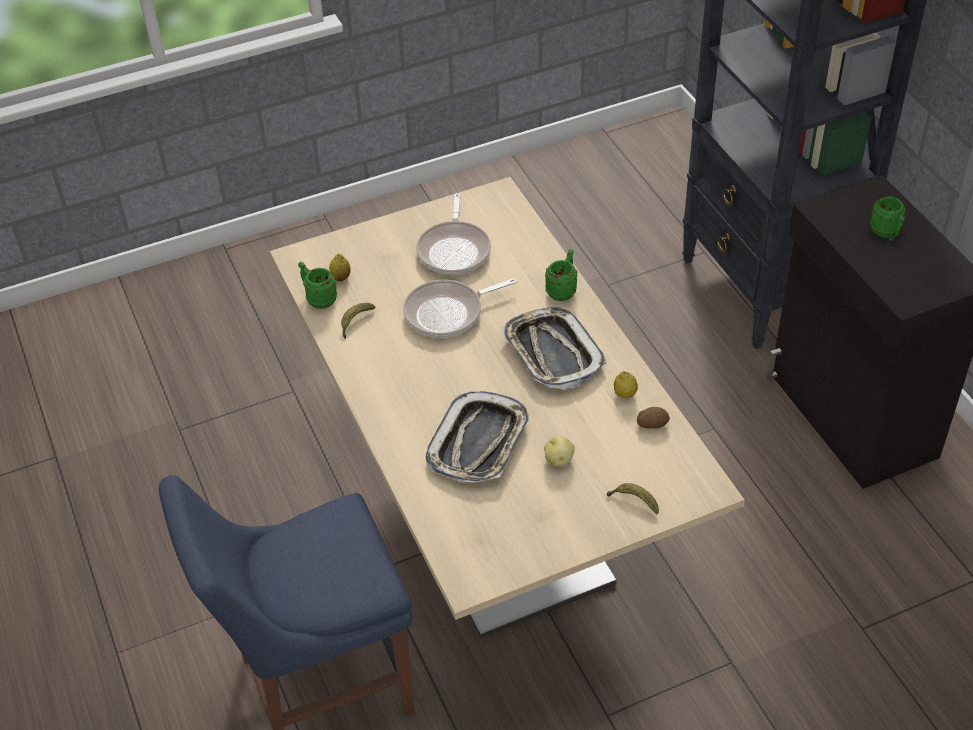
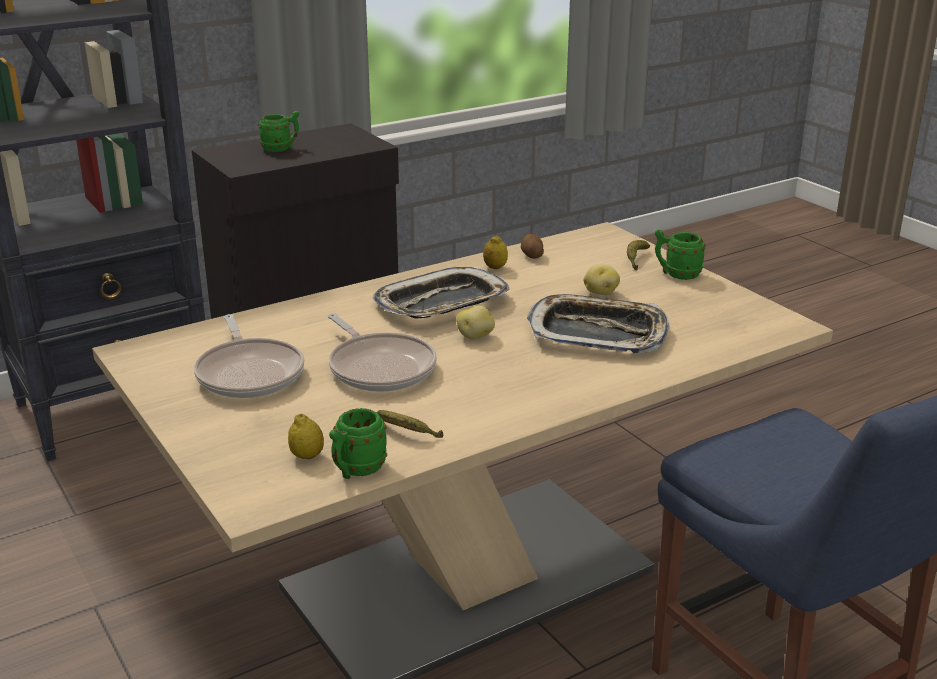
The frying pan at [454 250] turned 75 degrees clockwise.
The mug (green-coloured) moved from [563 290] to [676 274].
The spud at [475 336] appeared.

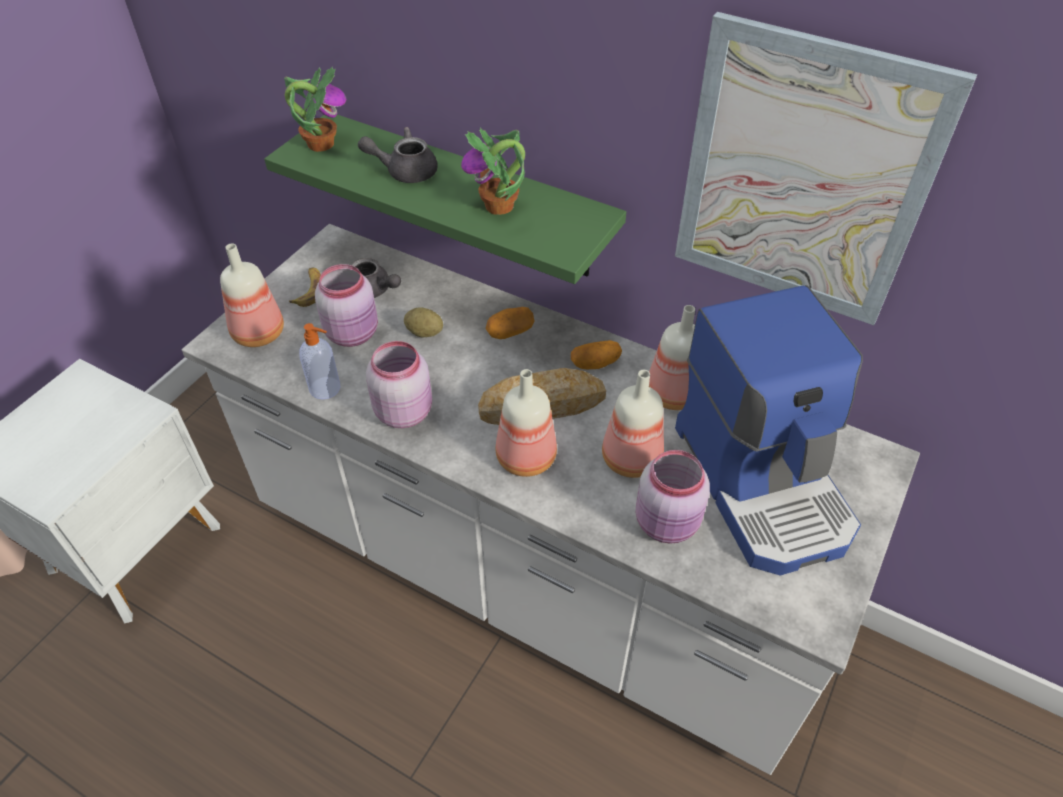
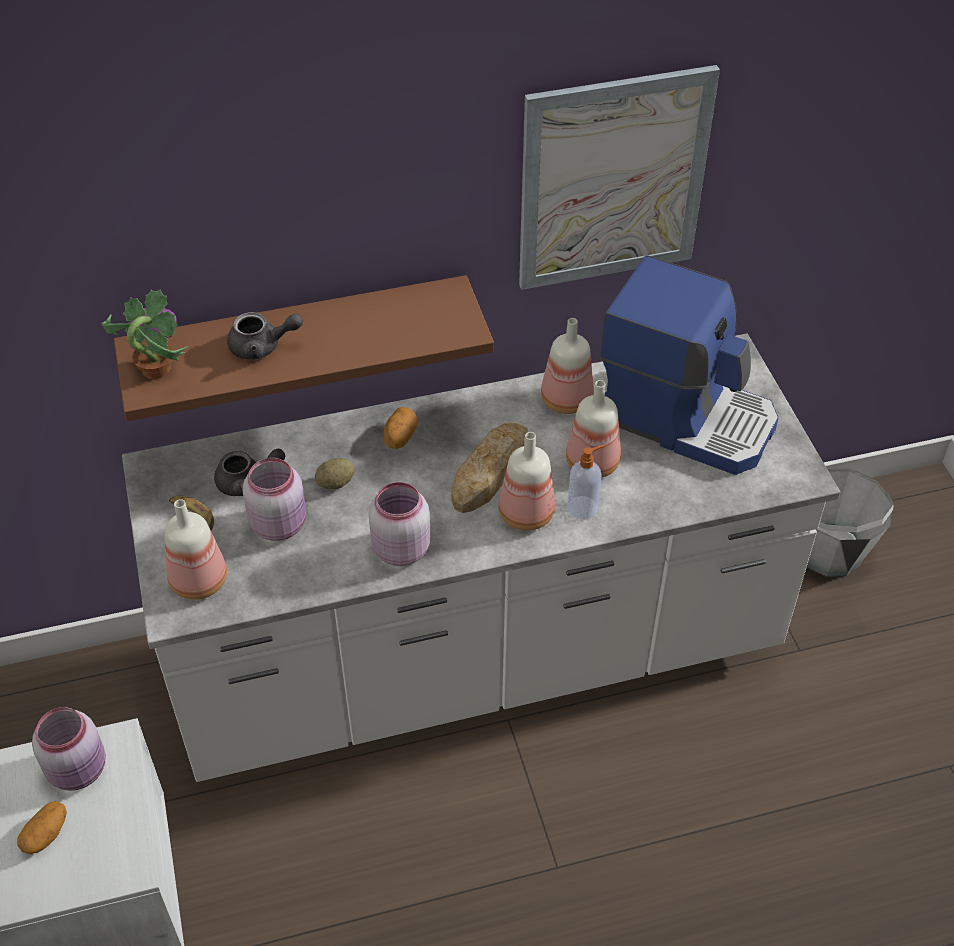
The bracket shelf (green-coloured) at [470 196] became the bracket shelf (brownish) at [298 340].
The teapot (gray) at [404 171] turned 135 degrees counterclockwise.
The houseplant at [500 207] disappeared.
The soap bottle moved from [326 388] to [583 507].
The spud moved from [595 363] to [46 834].
The preserve jar (pinkish) moved from [668 523] to [80 769].
The water bucket (gray) at [830 552] appeared.

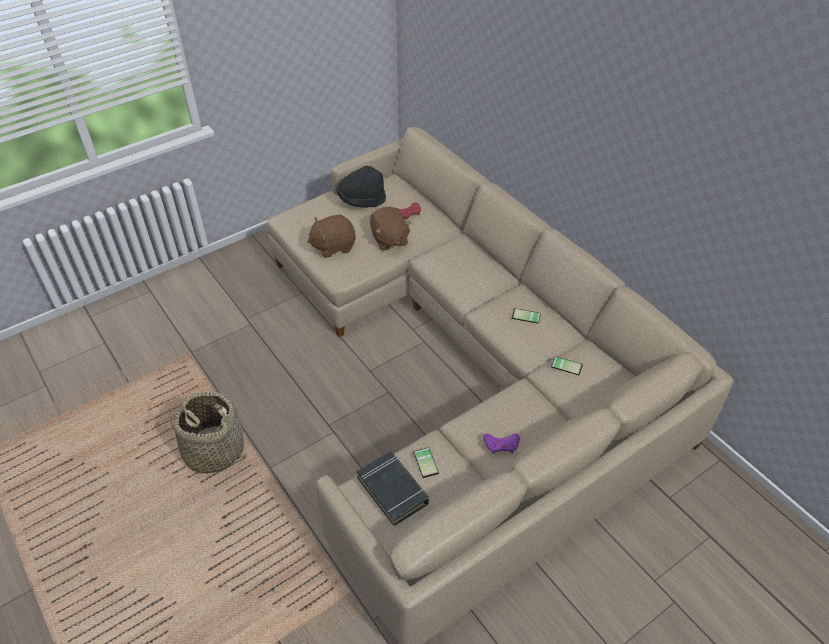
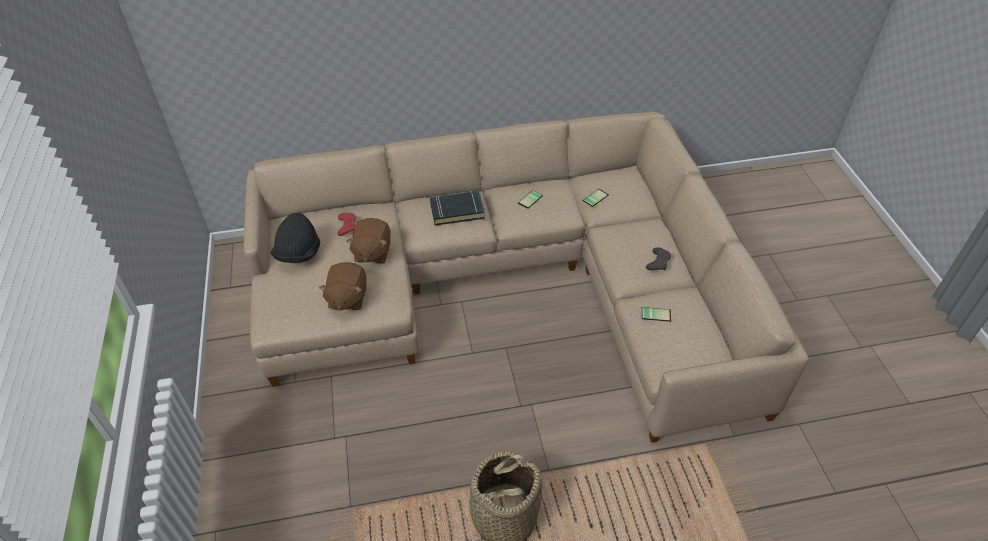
The soft toy (brownish) at [389 239] turned 90 degrees clockwise.
The game controller (purple) at [501 445] became the game controller (gray) at [658 262].
The book (black-coloured) moved from [393 490] to [457 211].

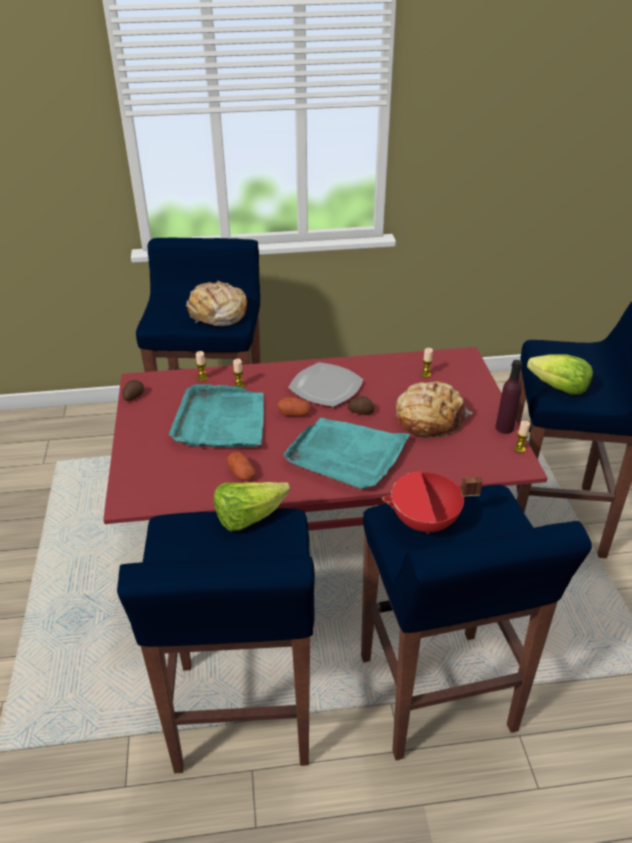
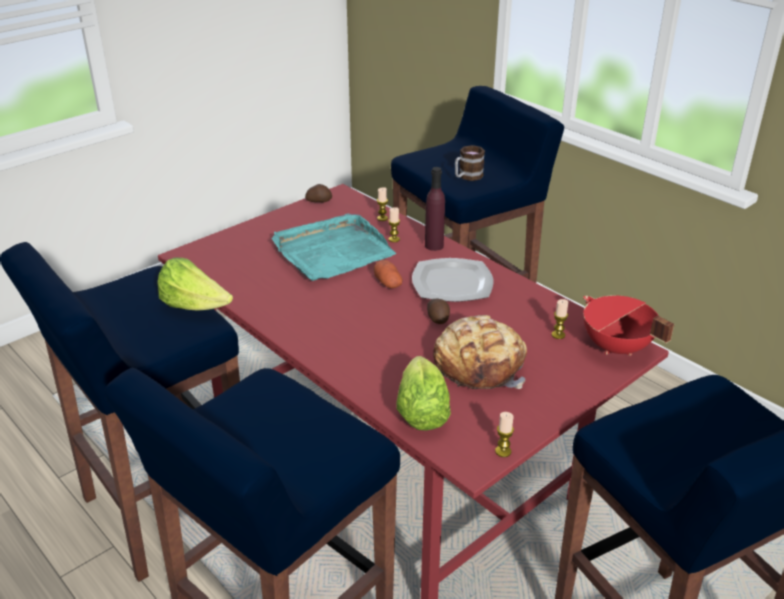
The baked bread at [217 314] was replaced by the mug at [467 177].
The head of lettuce moved from [559 388] to [421 413].
The drink bottle (purple) moved from [504 428] to [434 245].
The tray (blue-green) at [346 455] disappeared.
The spud at [241 473] disappeared.
The saucepot (red) moved from [425 522] to [616 348].

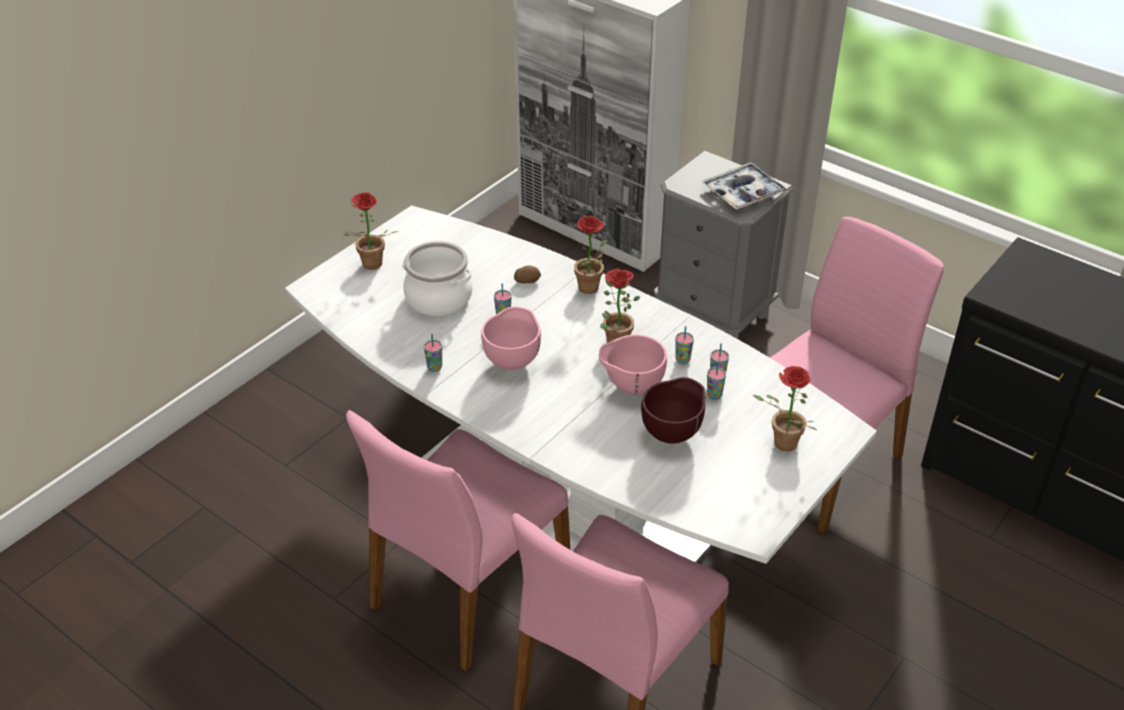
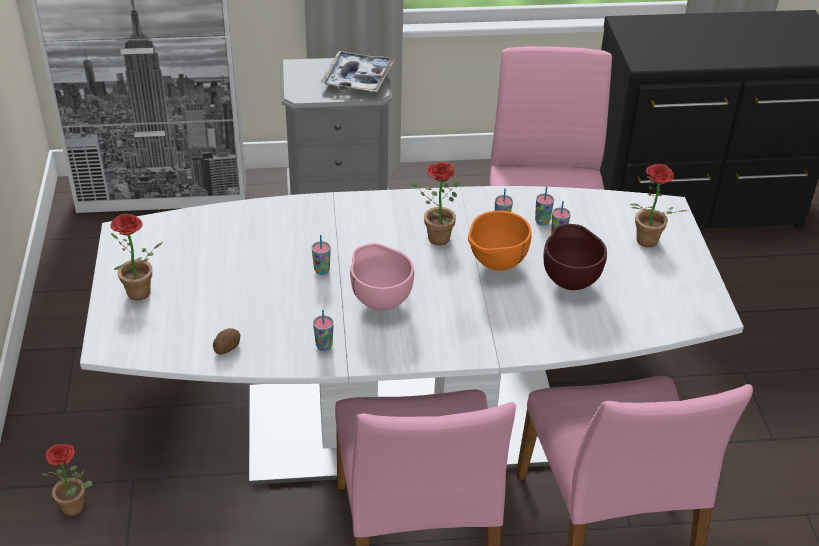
The houseplant moved from [591 290] to [77 508].
The saucepot at [439 297] disappeared.
The spud moved from [527 280] to [226 347].
The serving bowl (pinkish) at [631 387] became the serving bowl (orangey) at [495 265].

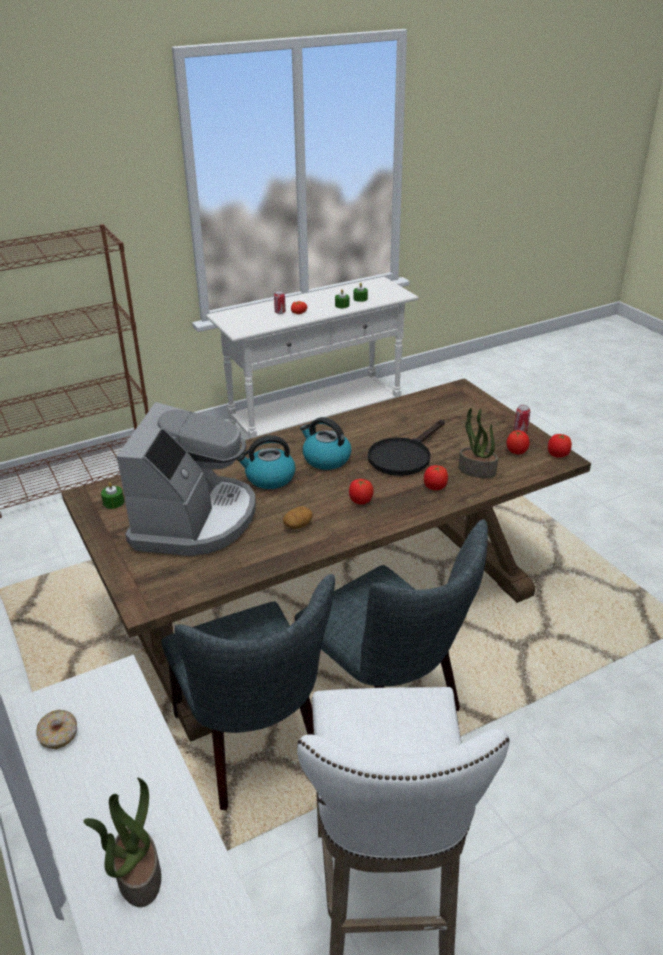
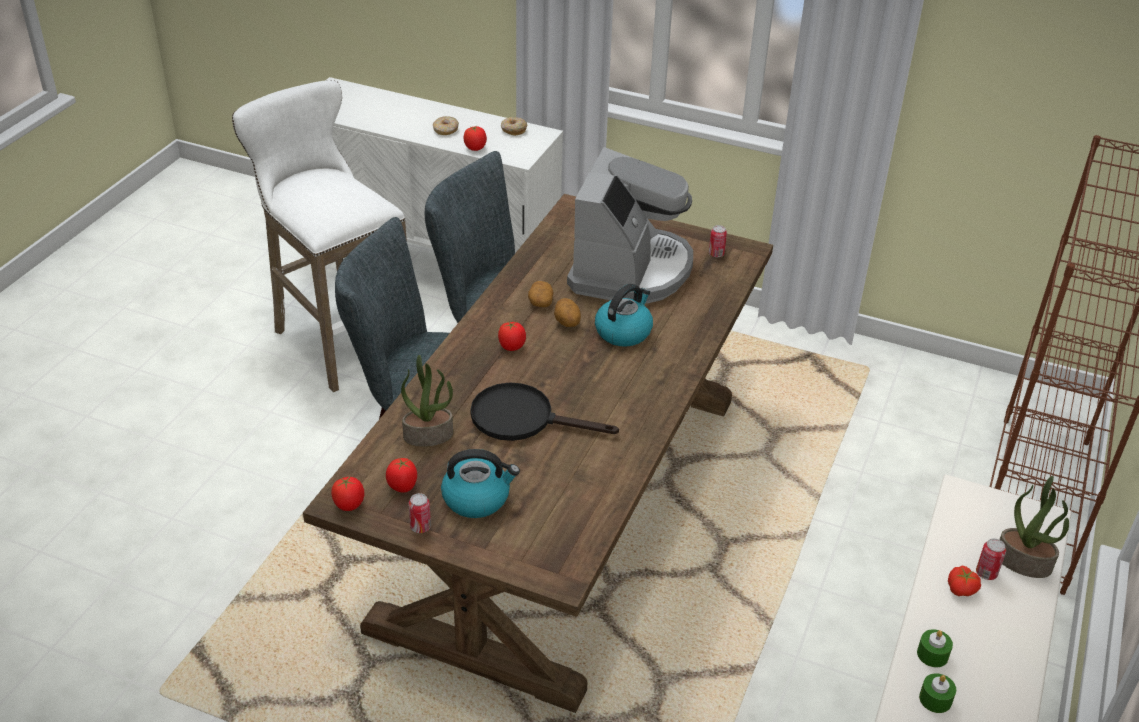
The coffee machine at [194 519] turned 135 degrees counterclockwise.
The water kettle moved from [325 459] to [477 498].
The frying pan (black-coloured) at [404 456] turned 75 degrees counterclockwise.
The fresh tomato moved from [435 487] to [475 148].
The candle (green-coloured) at [113 502] was replaced by the metal can at [716 254].
The houseplant moved from [137 875] to [1024 562].
The ring doughnut at [446 130] appeared.
The spud at [566 323] appeared.

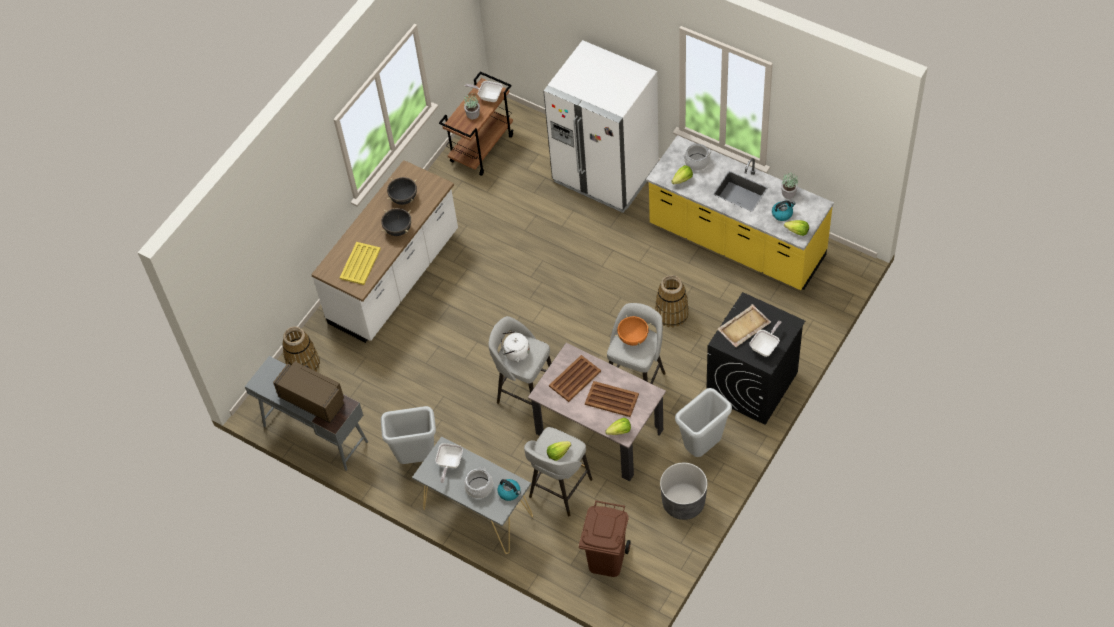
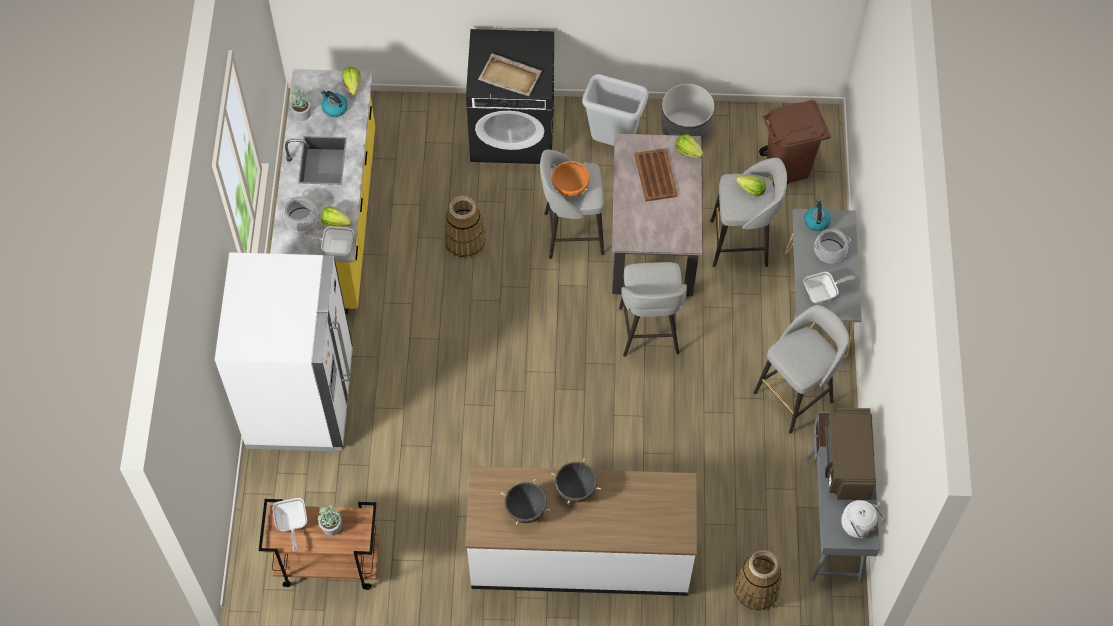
The tray (yellowish) at [360 263] disappeared.
The frying pan moved from [766 346] to [334 246].
The water kettle (whitish) moved from [515 353] to [859 526].
The tray (brownish) at [575 378] disappeared.
The rubbish bin (gray) at [416 459] was replaced by the stool (gray) at [795 396].

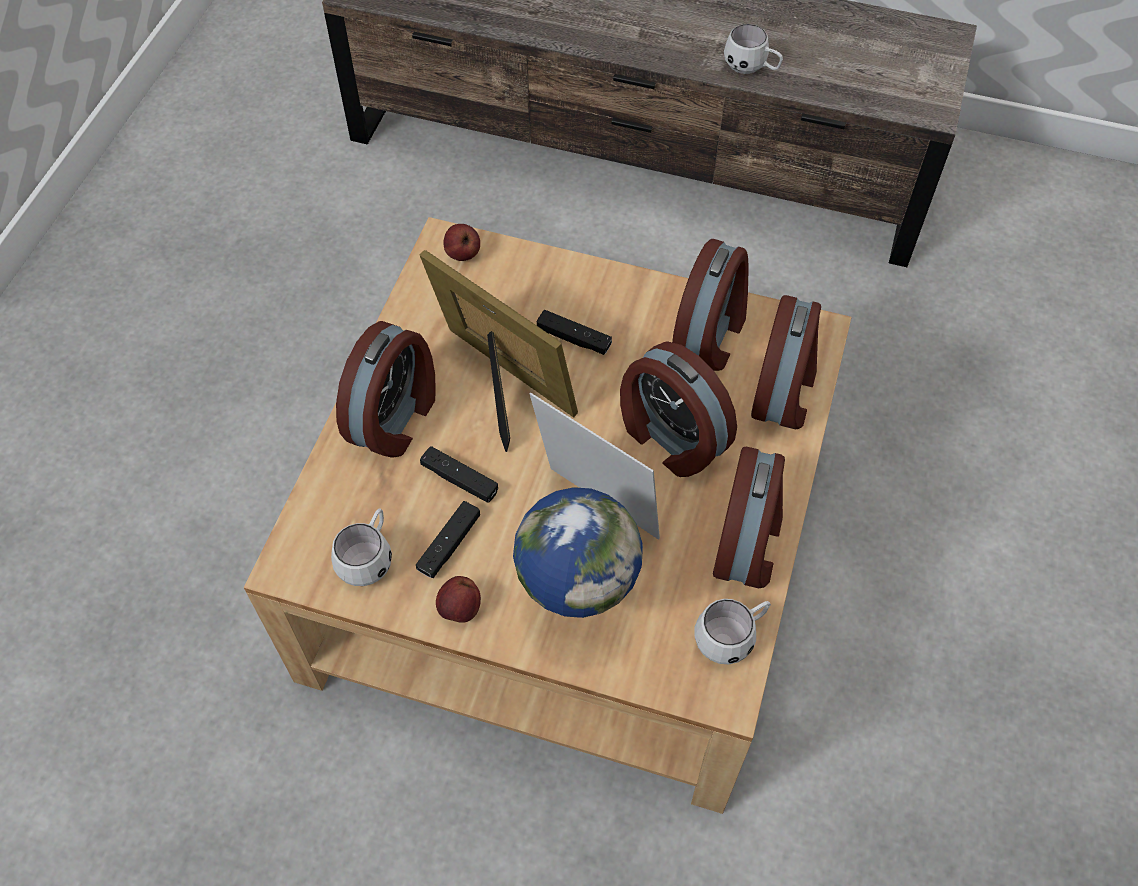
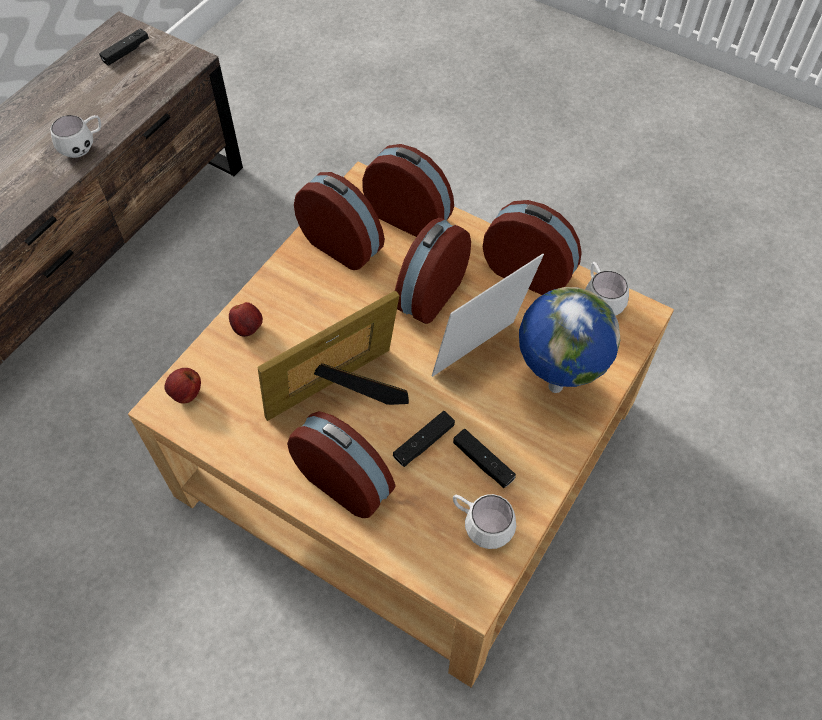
The game controller (black-coloured) moved from [574 339] to [126 52].
The alarm clock at [670 438] turned 150 degrees clockwise.
The apple fruit moved from [460 610] to [248 329].

